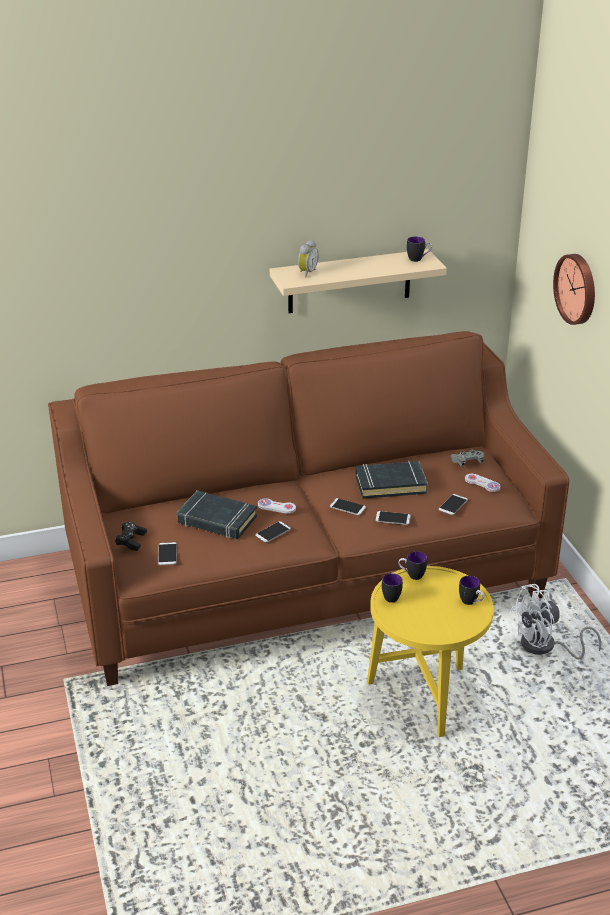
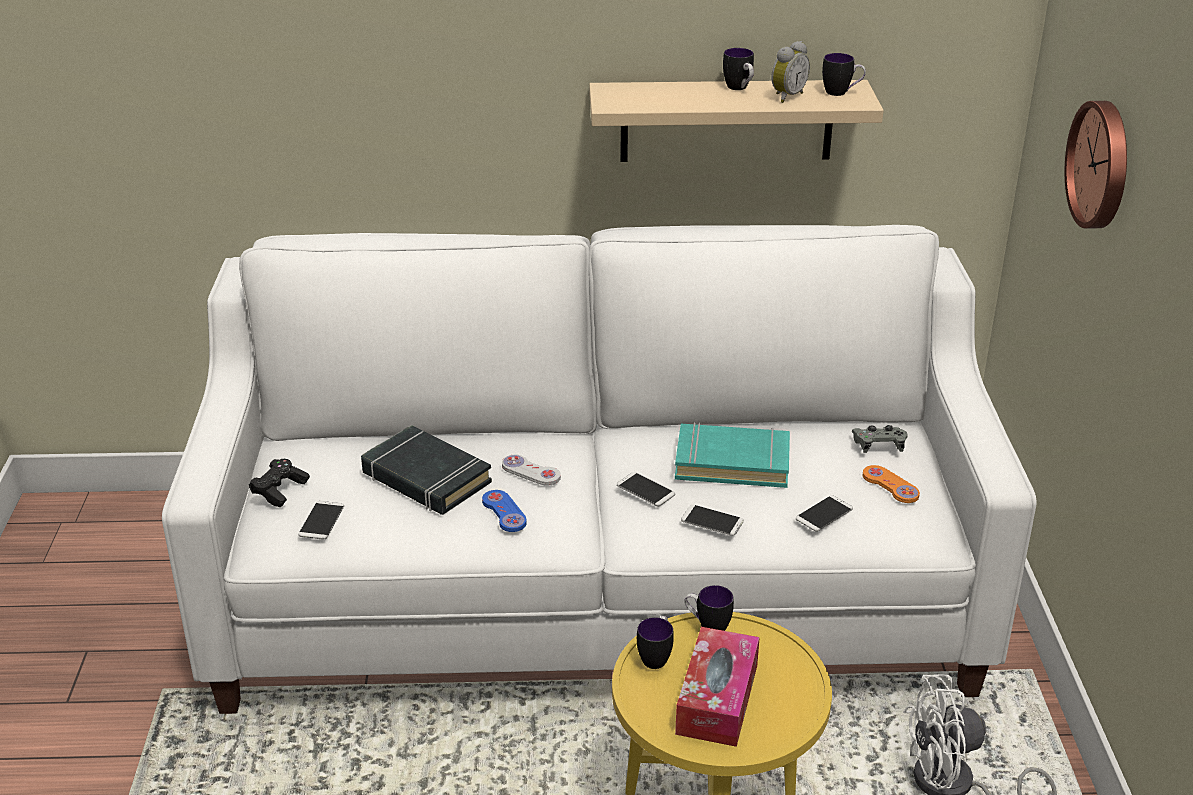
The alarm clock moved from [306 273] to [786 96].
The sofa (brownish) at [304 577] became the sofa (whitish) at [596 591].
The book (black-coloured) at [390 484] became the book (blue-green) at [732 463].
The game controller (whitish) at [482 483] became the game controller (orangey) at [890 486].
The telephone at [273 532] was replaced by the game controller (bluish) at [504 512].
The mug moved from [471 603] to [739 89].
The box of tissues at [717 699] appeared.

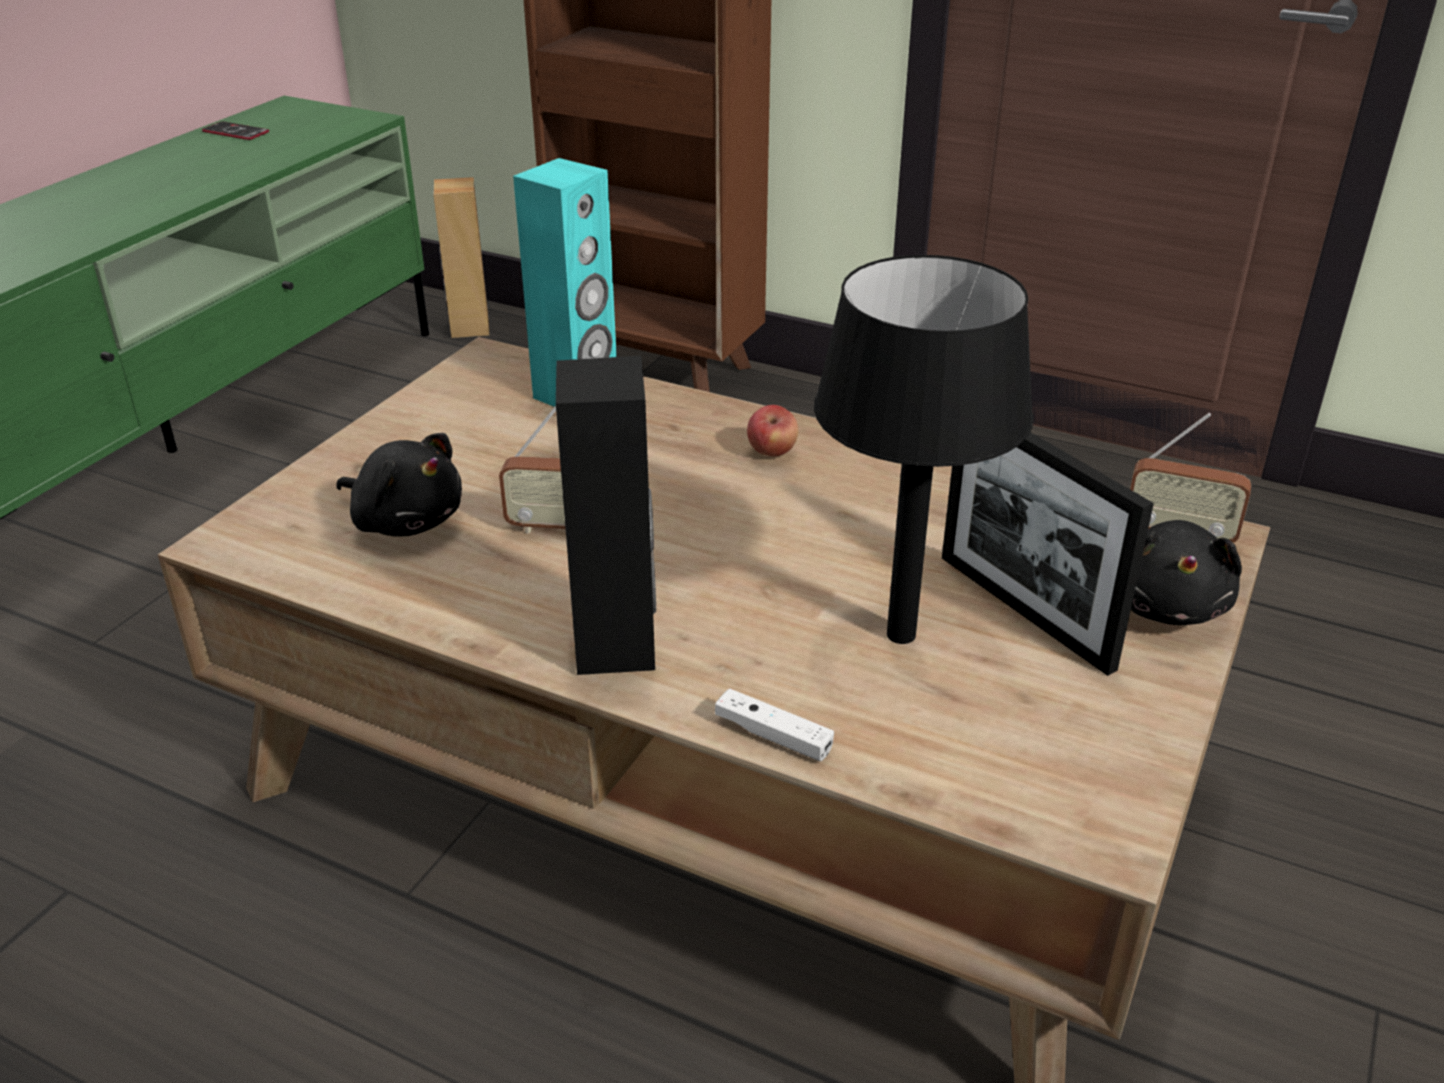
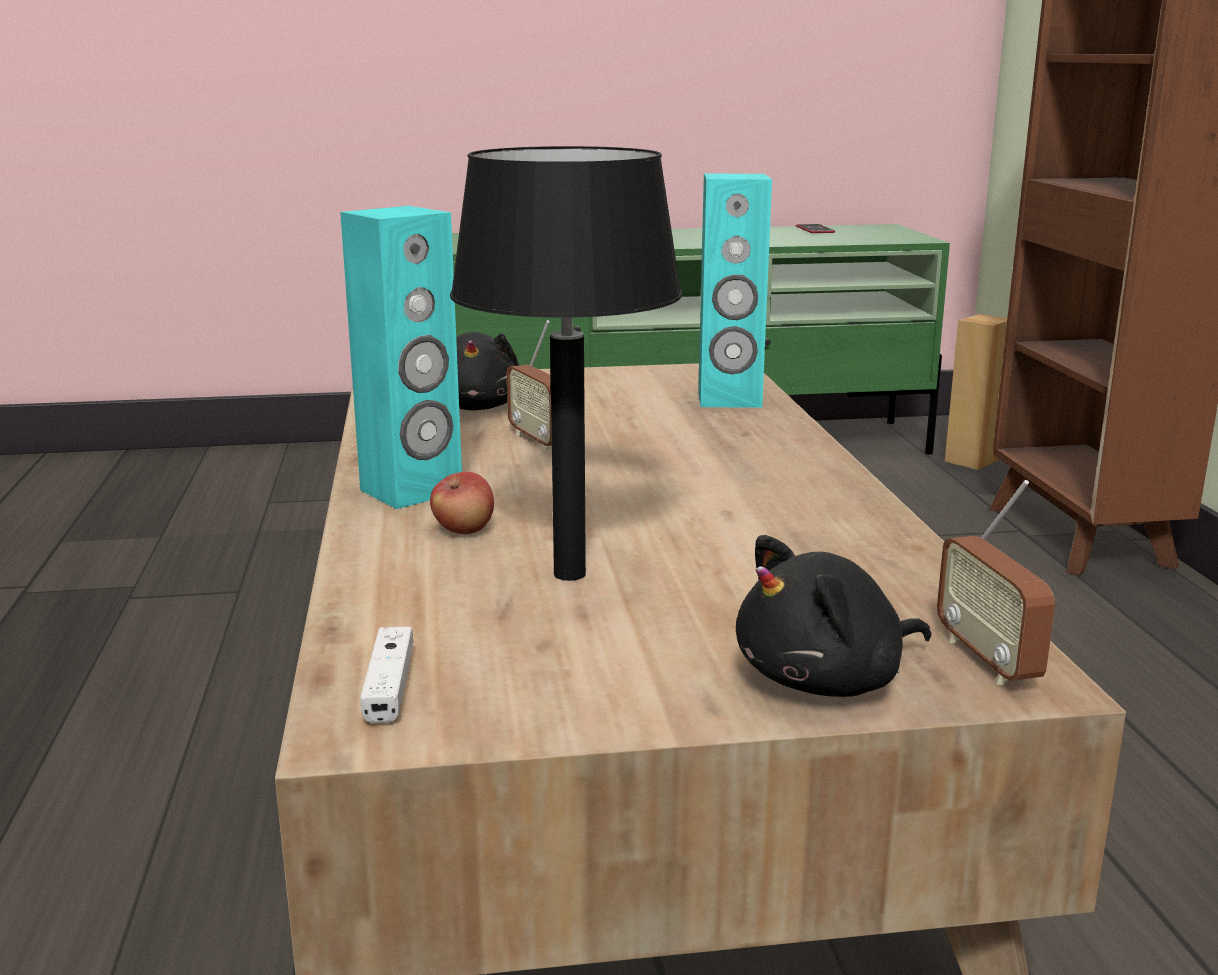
The speaker (black-coloured) at [616 645] became the speaker (blue-green) at [412 491].
The apple fruit moved from [772 452] to [464 531].
The picture frame at [1024 611] disappeared.
The game controller (whitish) moved from [773 735] to [389 687].

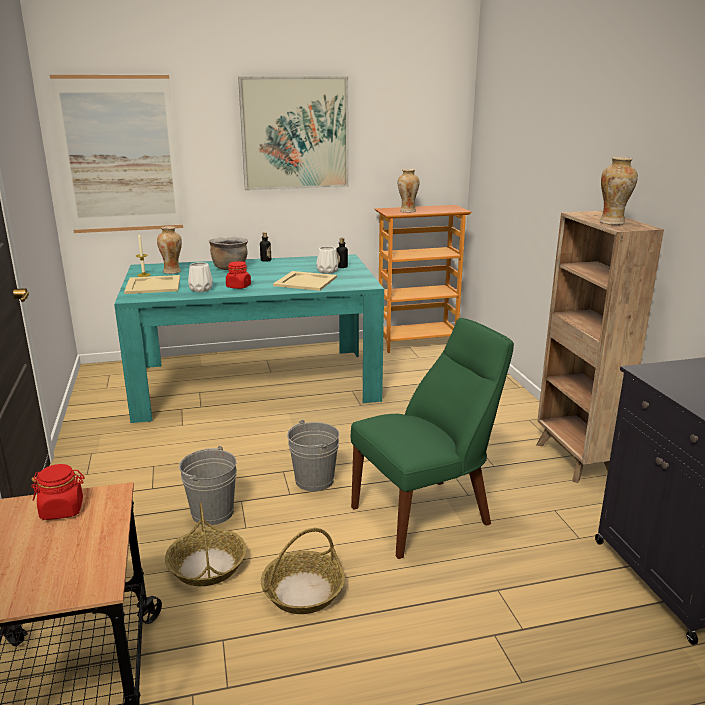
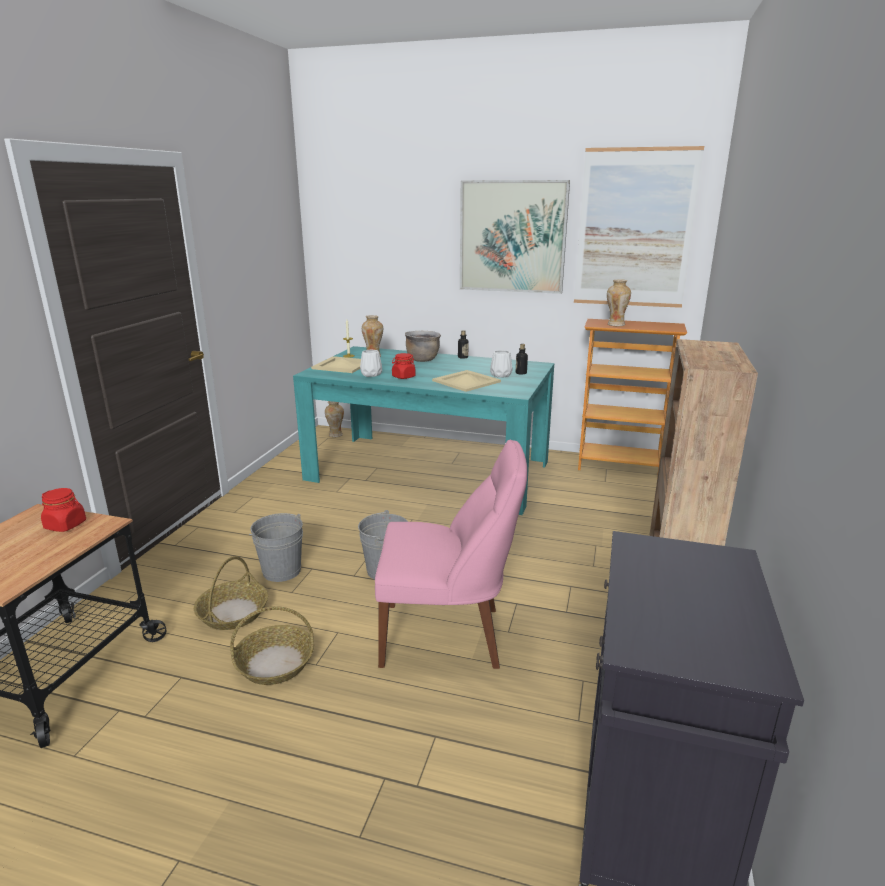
The wall art moved from [120 155] to [634 229].
The flower vase moved from [612 223] to [335 435].
The chair (green-coloured) at [426 514] became the chair (pinkish) at [448 636].

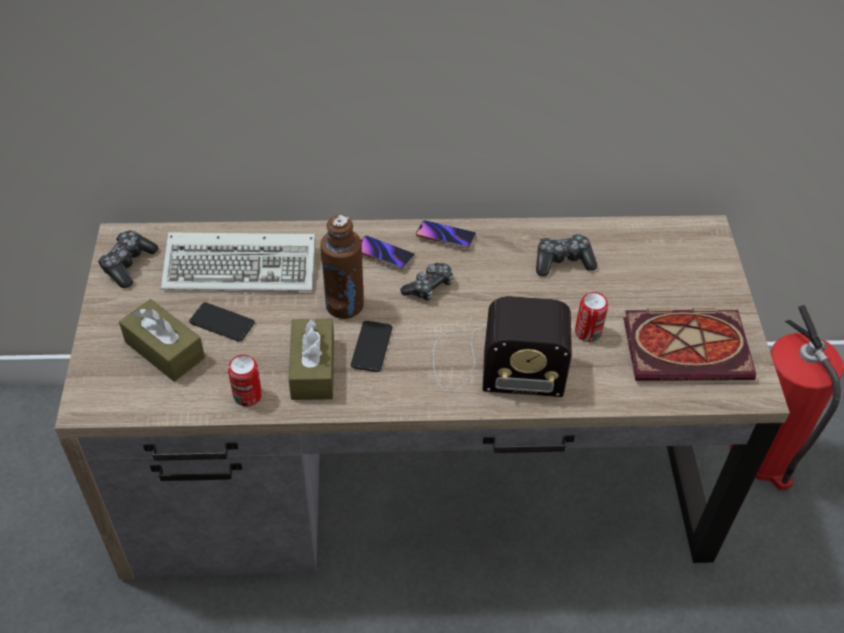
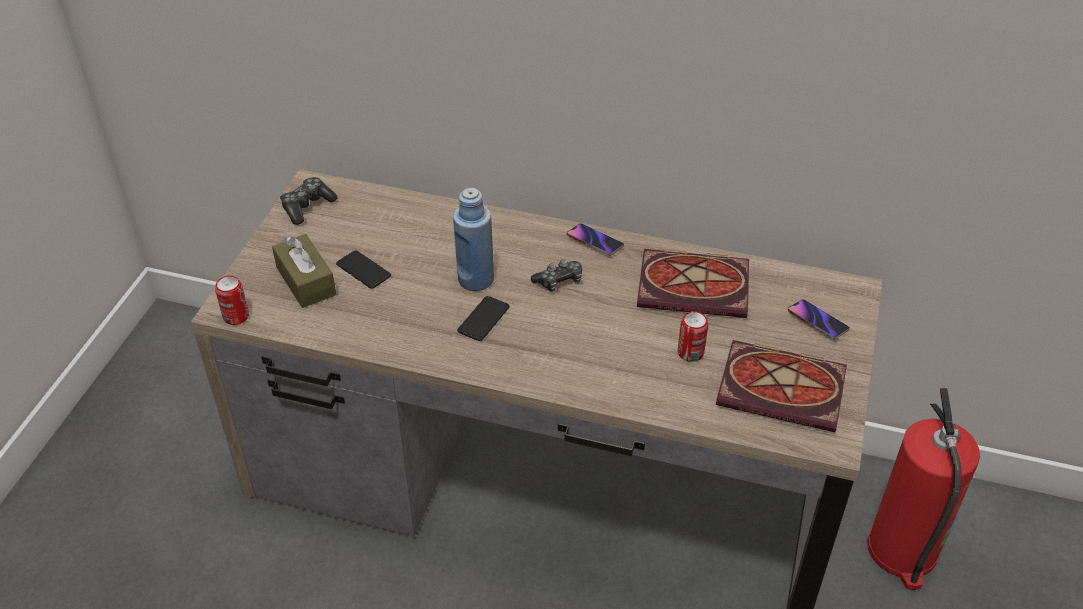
The drink bottle (brownish) at [344 305] became the drink bottle (bluish) at [476 279].
The computer keyboard at [244 266] disappeared.
The game controller at [562 261] was replaced by the book at [696 286].
The telephone moved from [383 255] to [817 322].
The radio set at [493 365] disappeared.
The box of tissues (brownish) at [313 369] disappeared.
The metal can moved from [247 395] to [236 316].

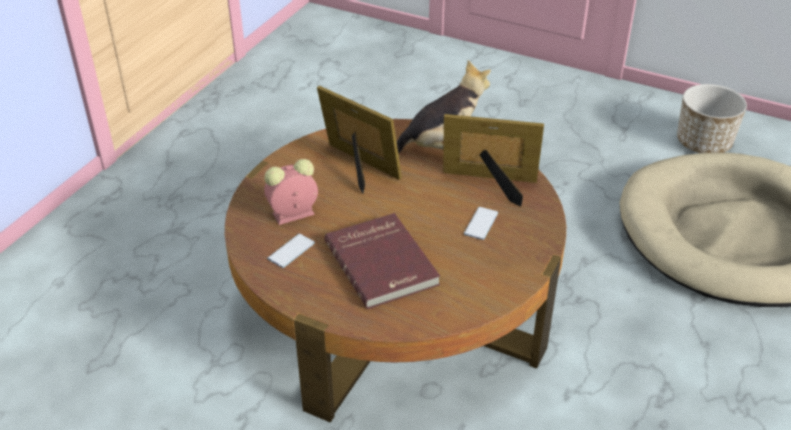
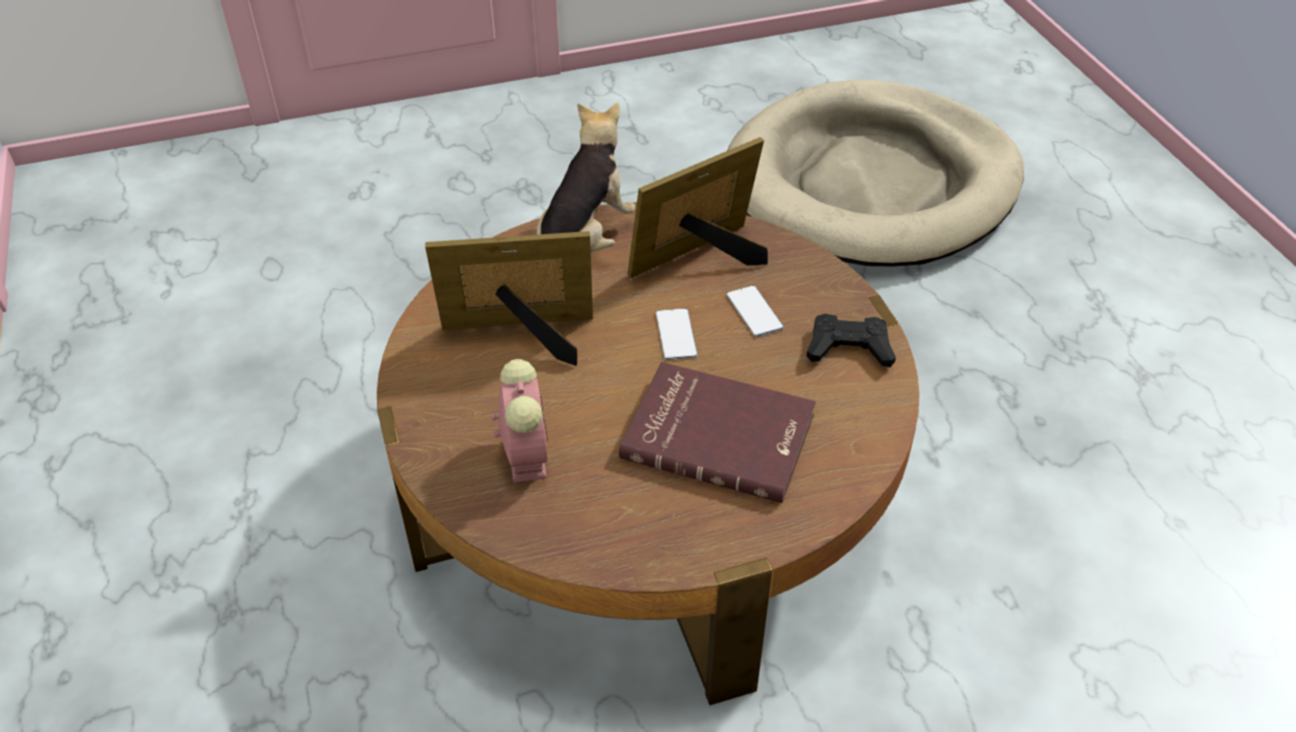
The planter at [703 143] disappeared.
The alarm clock at [292 214] turned 150 degrees clockwise.
The telephone moved from [291 251] to [676 334].
The game controller (black-coloured) at [849 347] appeared.

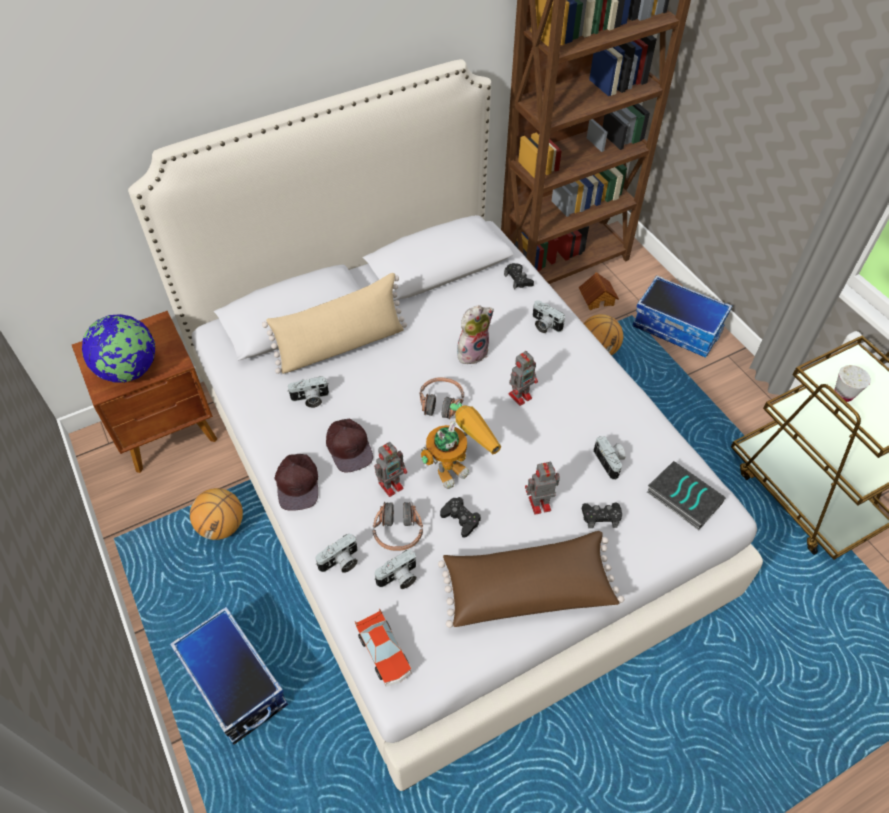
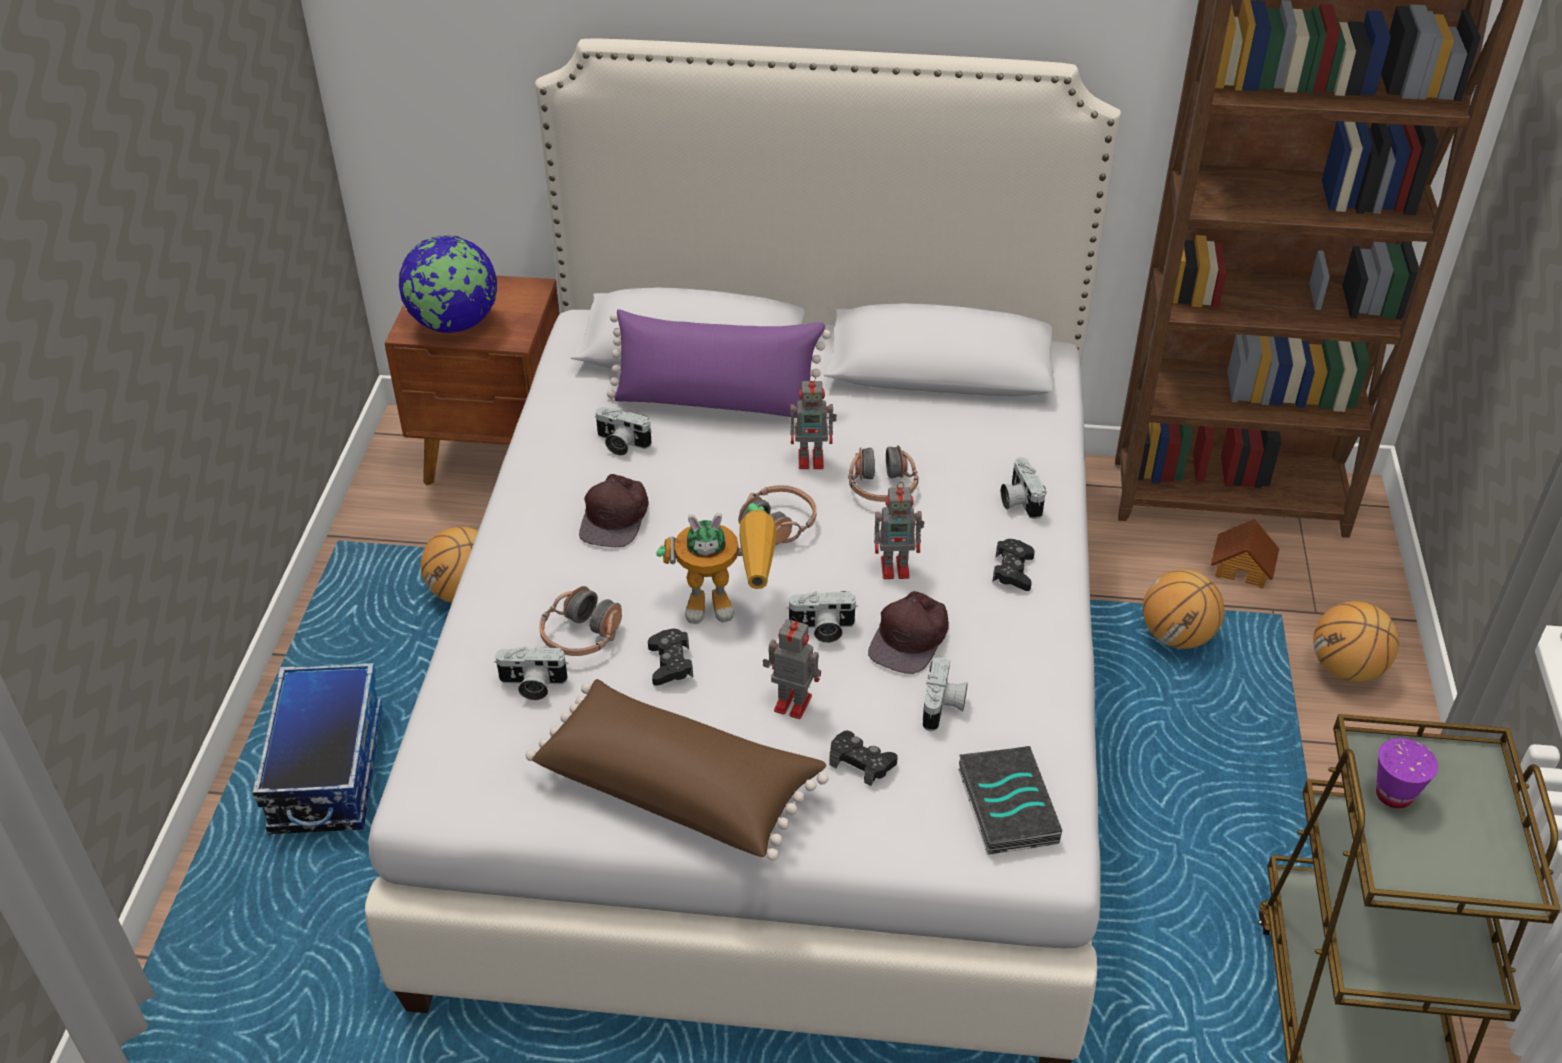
The game controller (black-coloured) moved from [518 279] to [1013 570].
The throw pillow (sand-coloured) at [341 346] became the throw pillow (purple) at [717 403].
The storage bin at [677 328] was replaced by the basketball at [1346 669].
The soft toy at [472 352] was replaced by the headset at [882 487].
The drinking cup (whitish) at [843 394] became the drinking cup (purple) at [1394 795].
The robot figure moved from [392 485] to [812 459].
The cap (brownish) moved from [298 483] to [910 638].
The photo camera moved from [341 562] to [822 629].
The model car at [384 653] disappeared.

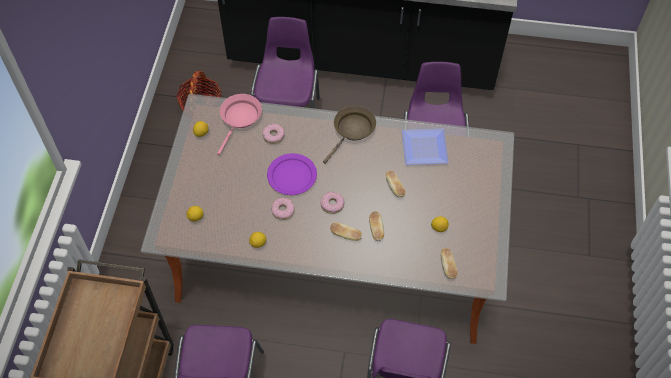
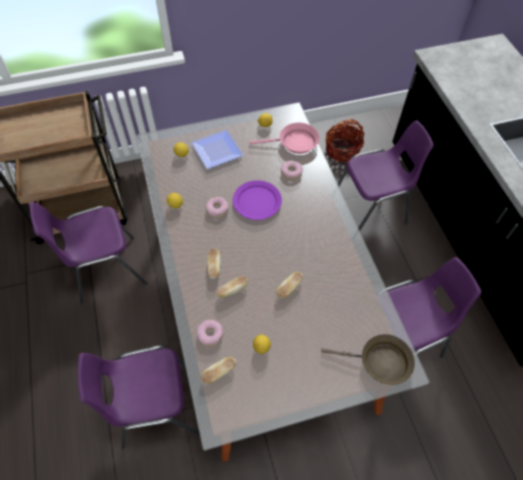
The frying pan (brownish) moved from [352 131] to [380 362].
The dinner plate moved from [423 149] to [215 150].
The ring doughnut moved from [332 205] to [210 334].

